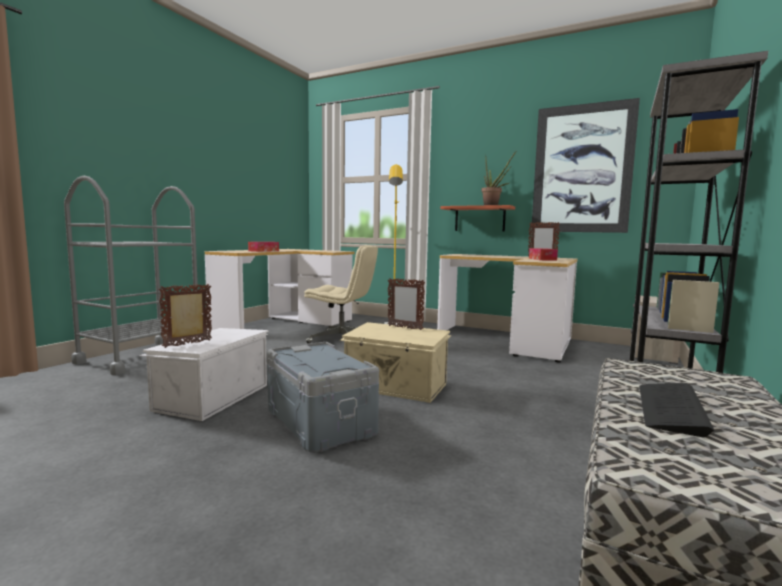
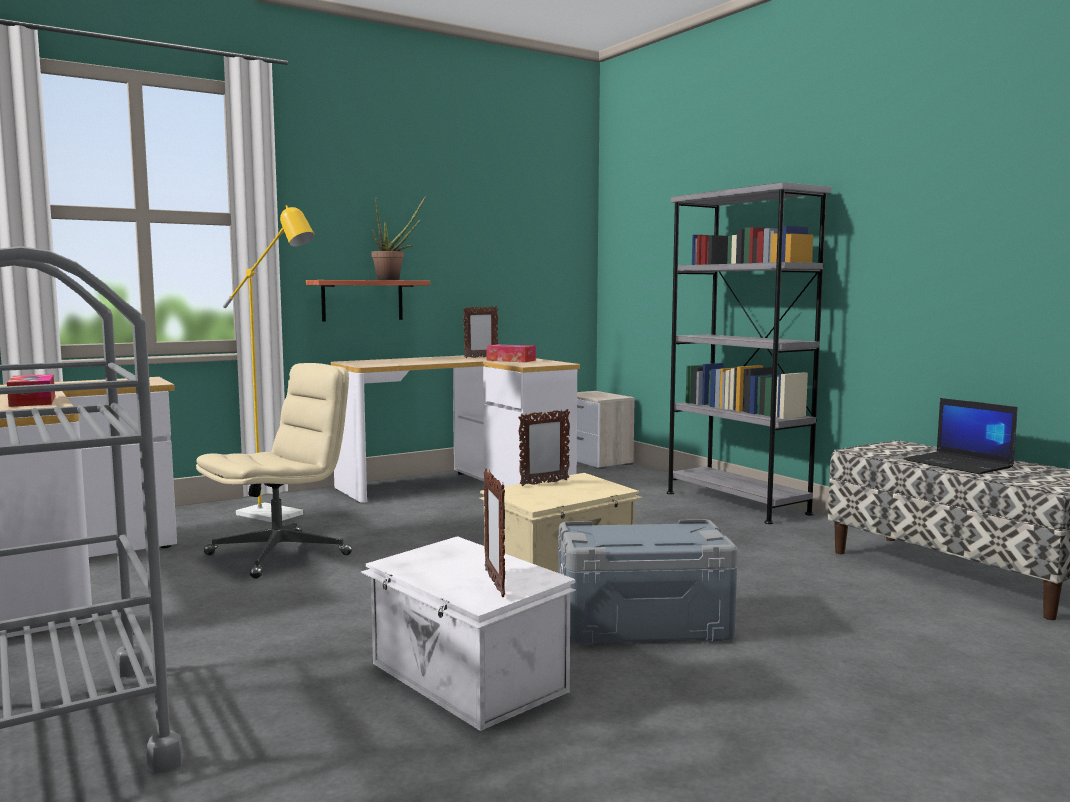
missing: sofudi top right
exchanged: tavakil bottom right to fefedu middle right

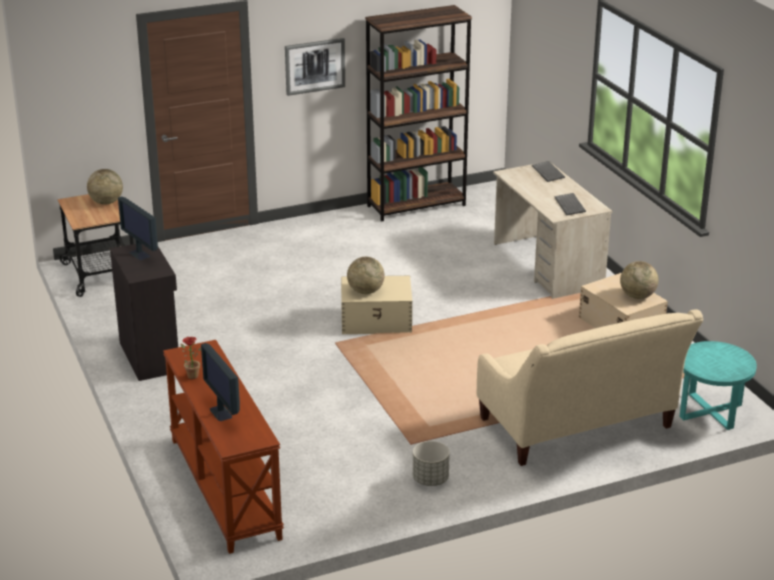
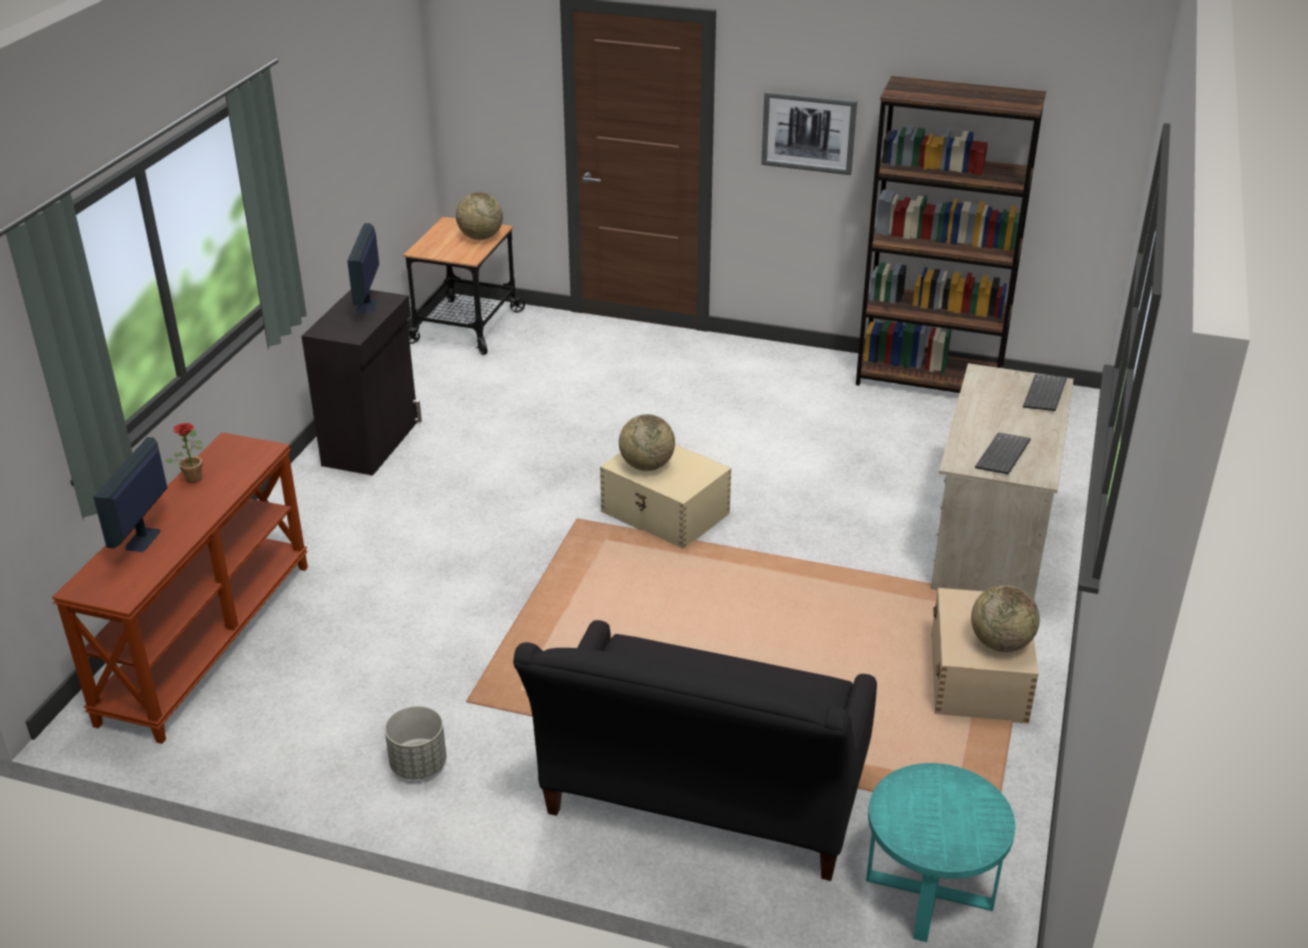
colour: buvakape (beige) bottom right to buvakape (black) bottom centre

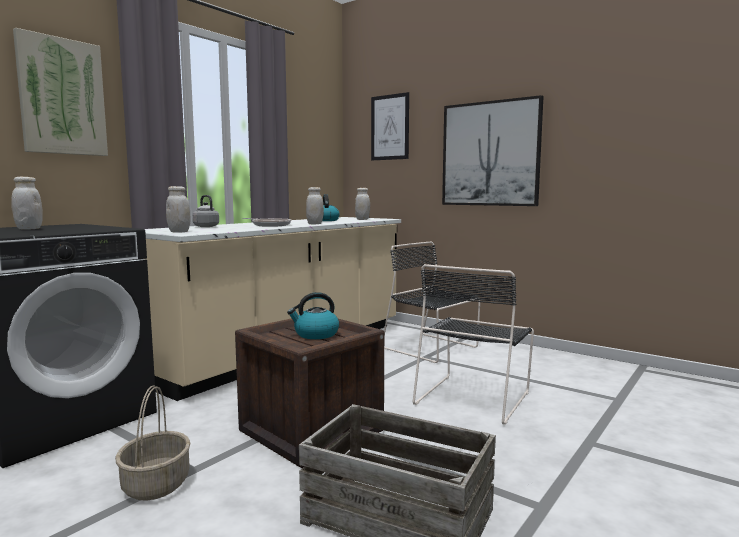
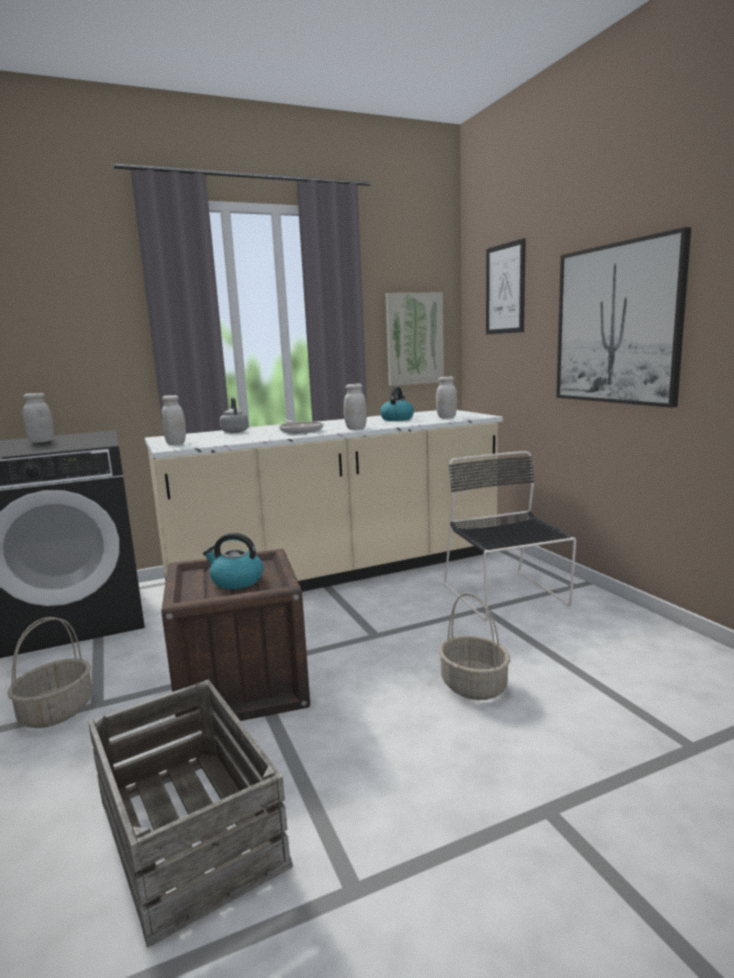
relocated: sofudi (no. 1 from left) top left to centre
exchanged: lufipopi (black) (no. 2 from left) centre to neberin (no. 2 from left) centre

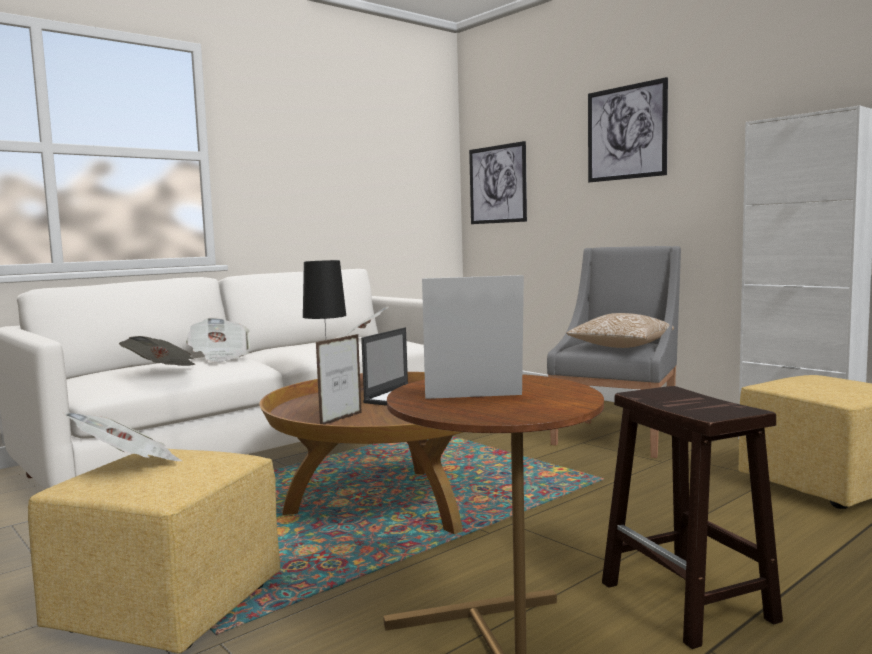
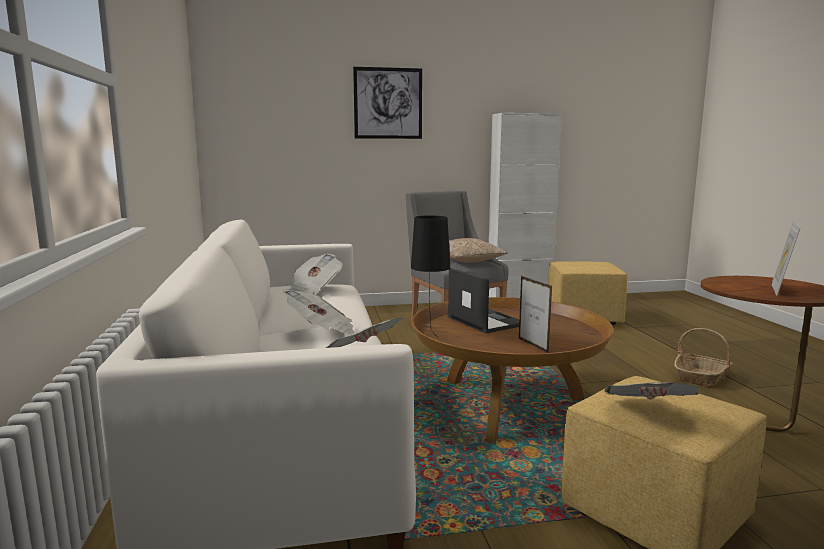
missing: sofudi (no. 1 from left) top centre
exchanged: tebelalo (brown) bottom right to neberin middle right

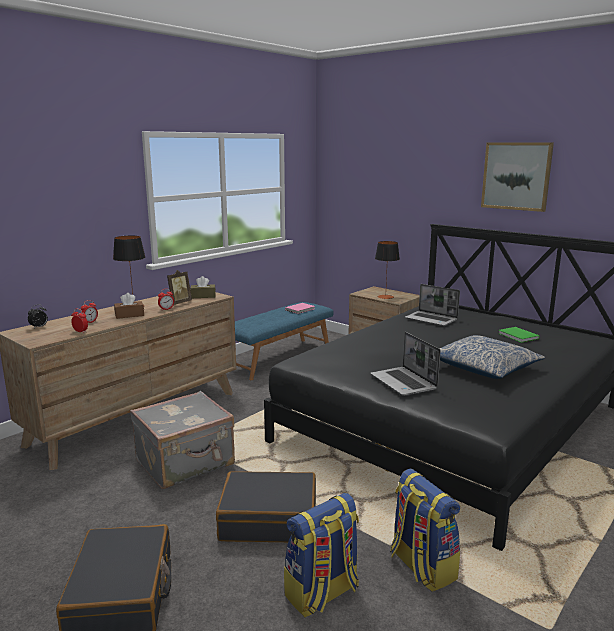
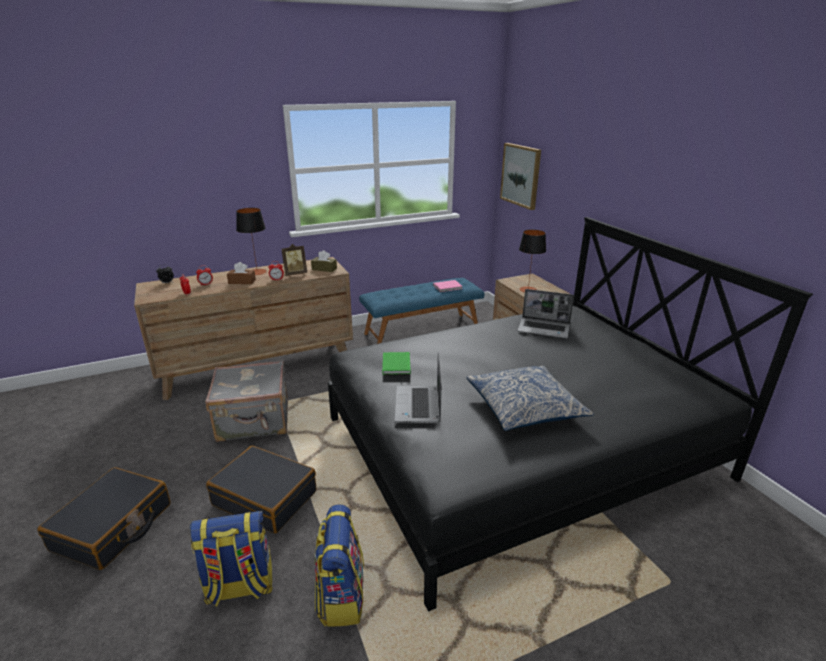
relocated: sofudi top right to top centre; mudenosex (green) middle right to centre
spun: fefedu (no. 2 from left) middle right = centre 45 degrees counterclockwise

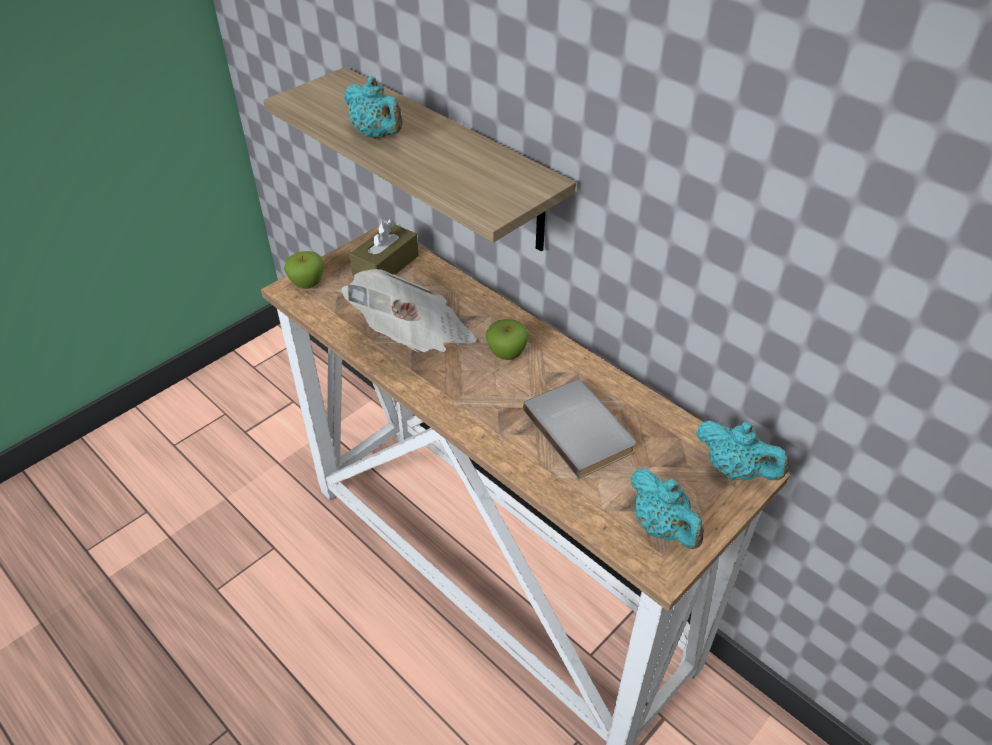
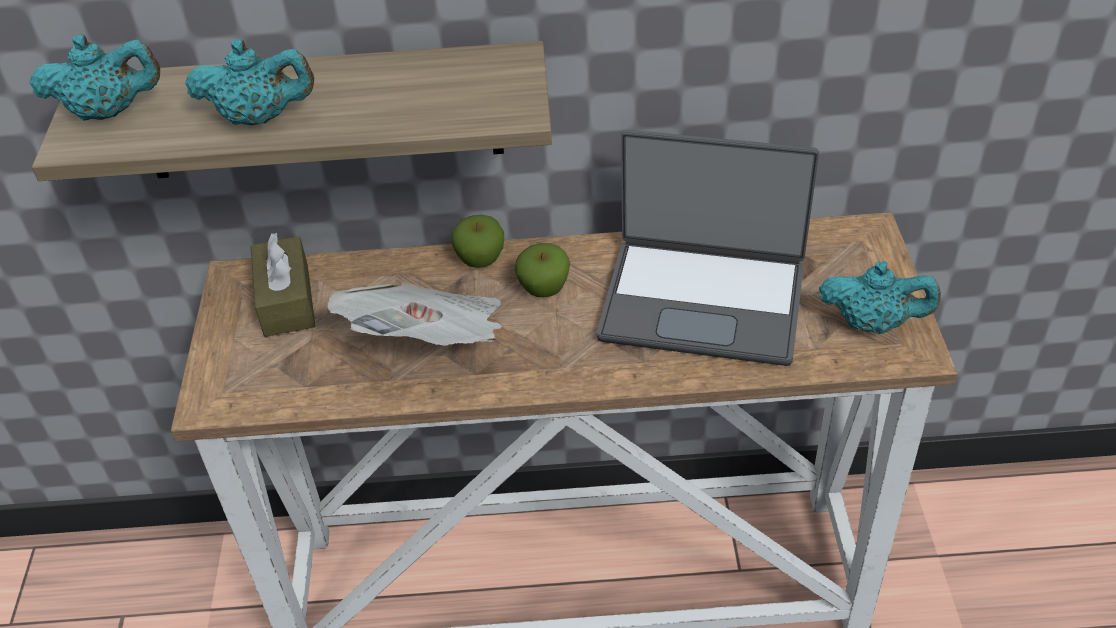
relocated: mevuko (no. 1 from left) middle left to centre; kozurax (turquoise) (no. 3 from left in the first image) middle right to kozurax (turquoise) (no. 1 from left) top left
exchanged: mudenosex (grey) centre to fefedu centre

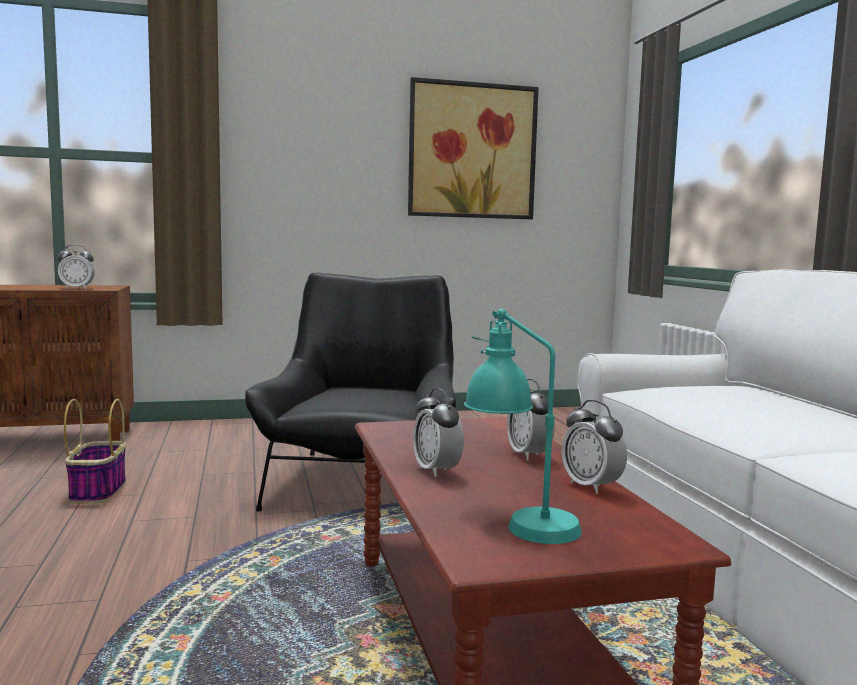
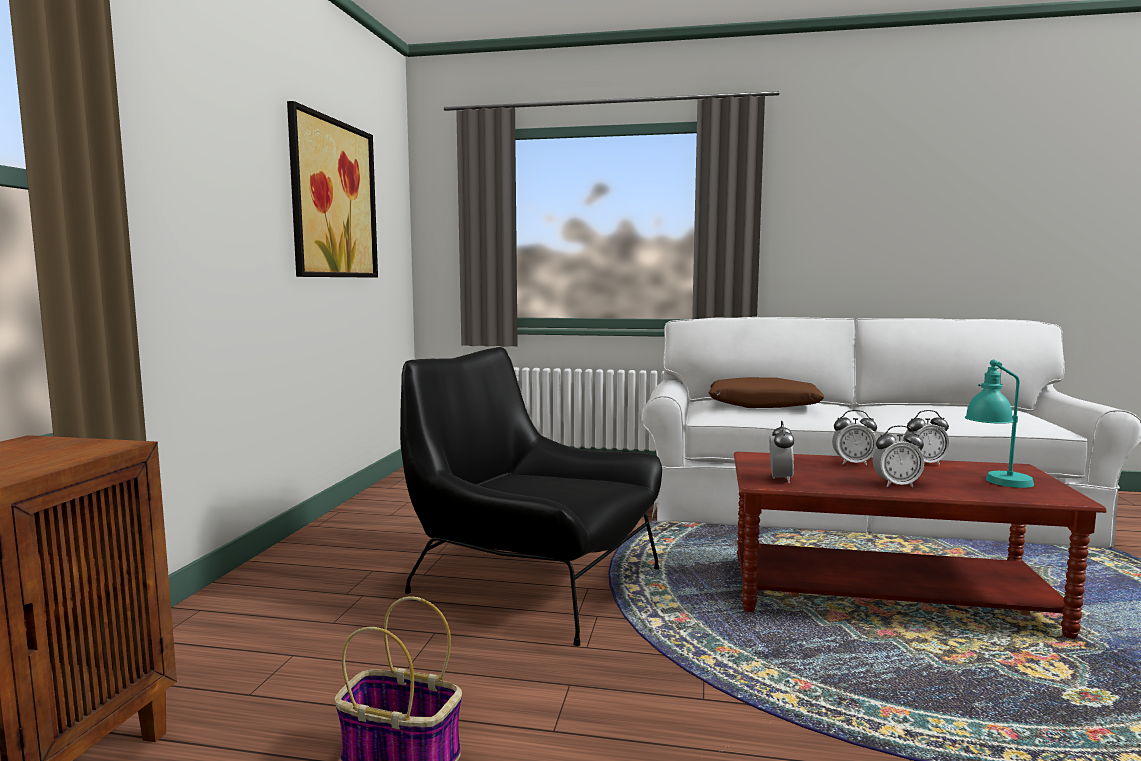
appeared: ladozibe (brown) middle right
relocated: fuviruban (no. 1 from left) middle left to middle right

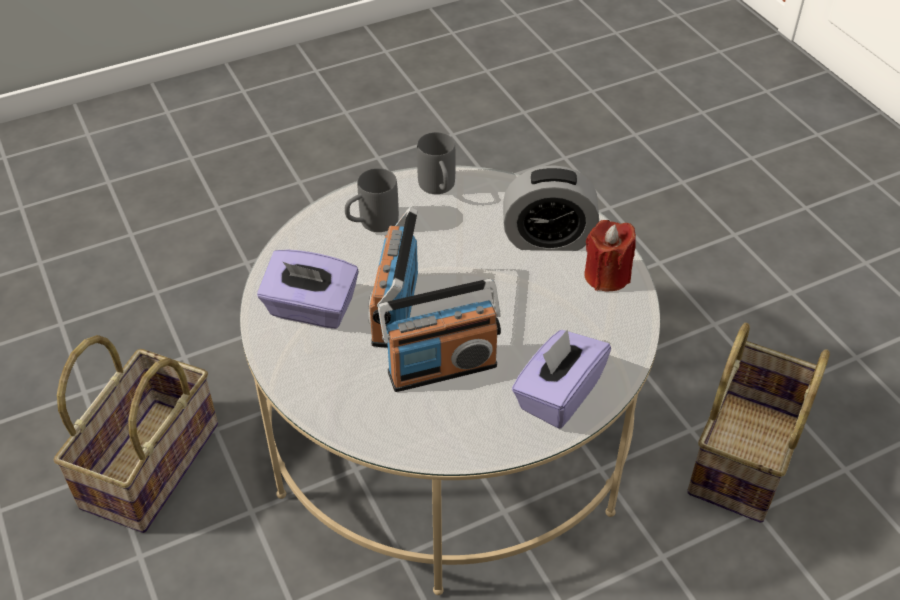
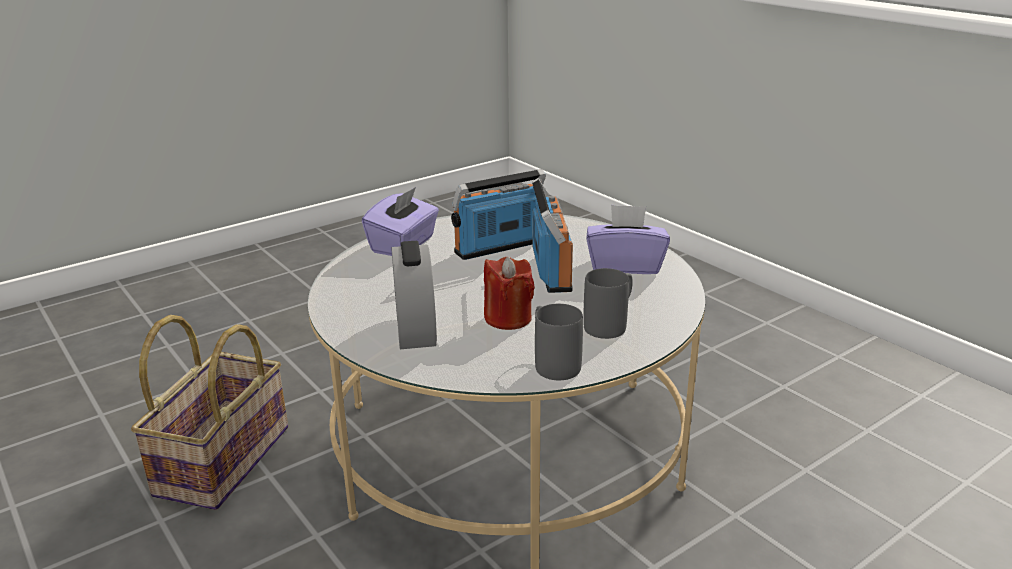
missing: neberin (no. 1 from left) bottom left
relocated: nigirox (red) middle right to centre
spun: fuviruban centre = centre 90 degrees counterclockwise

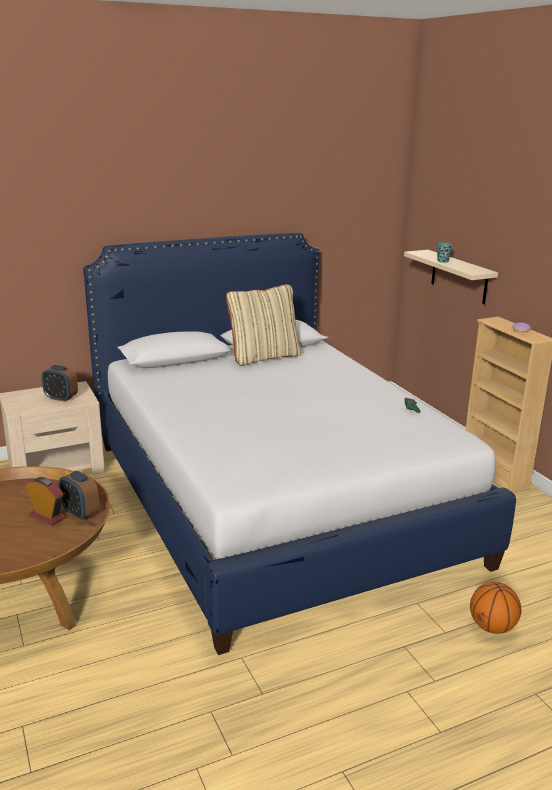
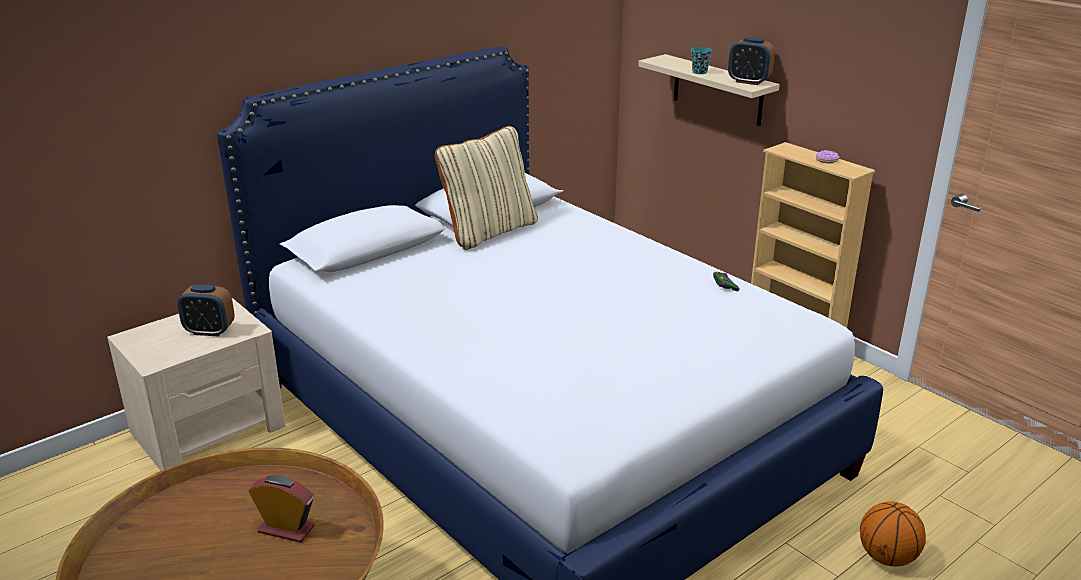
relocated: fuviruban (no. 3 from left) middle left to top right

